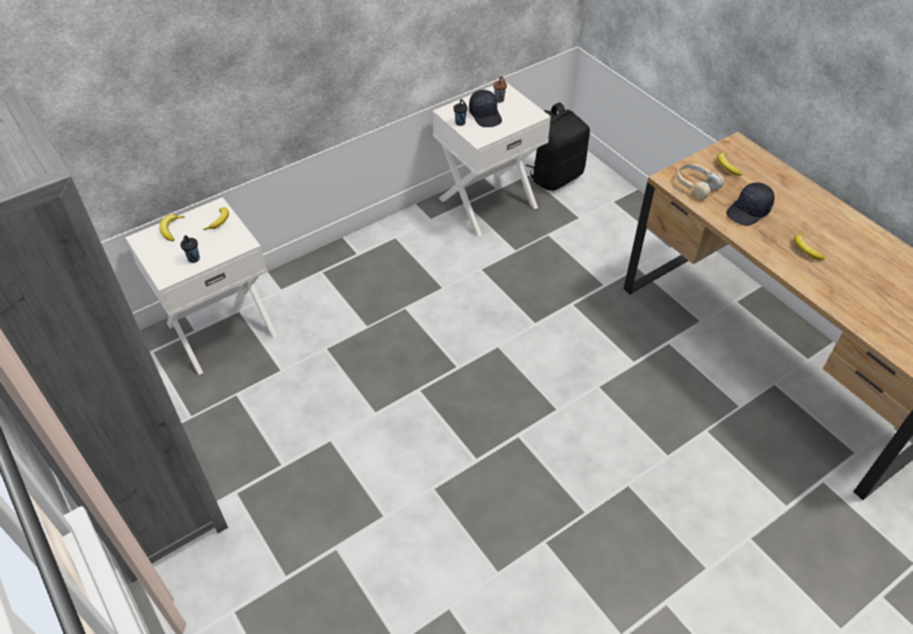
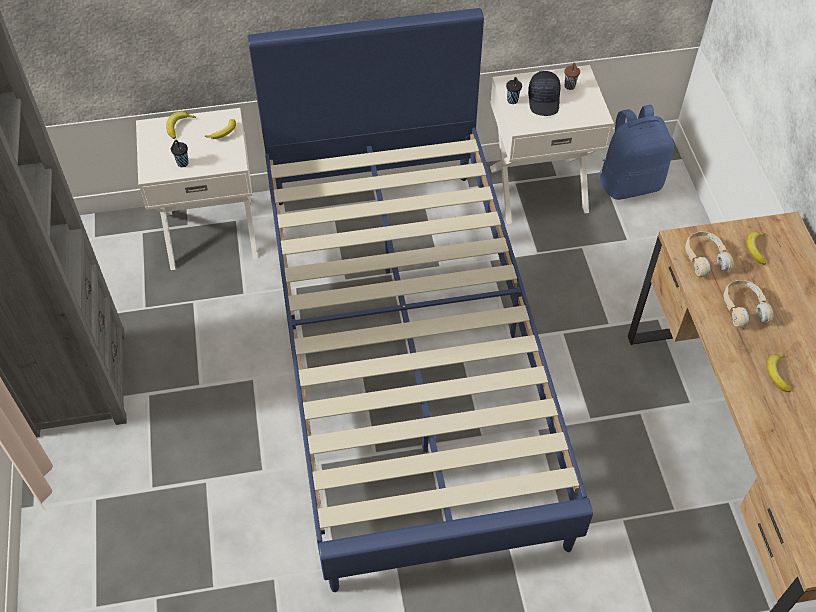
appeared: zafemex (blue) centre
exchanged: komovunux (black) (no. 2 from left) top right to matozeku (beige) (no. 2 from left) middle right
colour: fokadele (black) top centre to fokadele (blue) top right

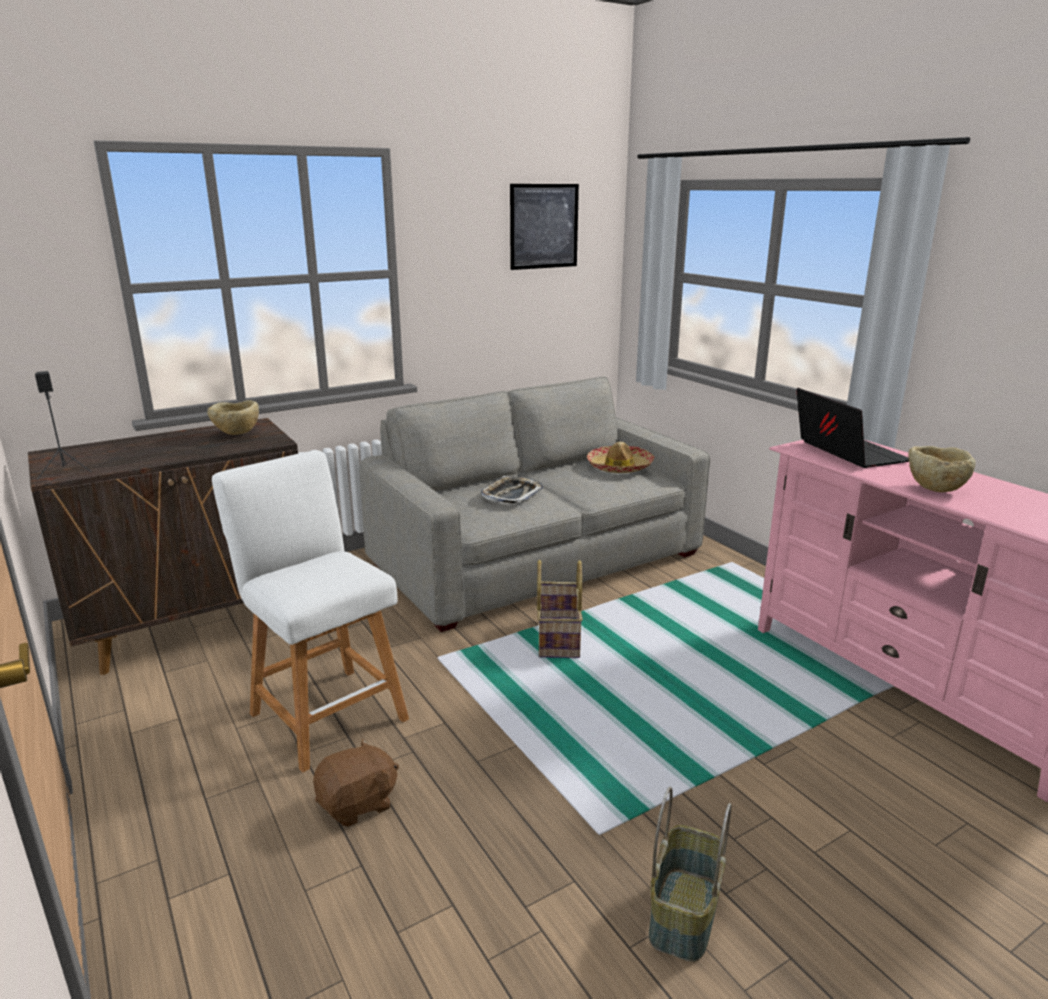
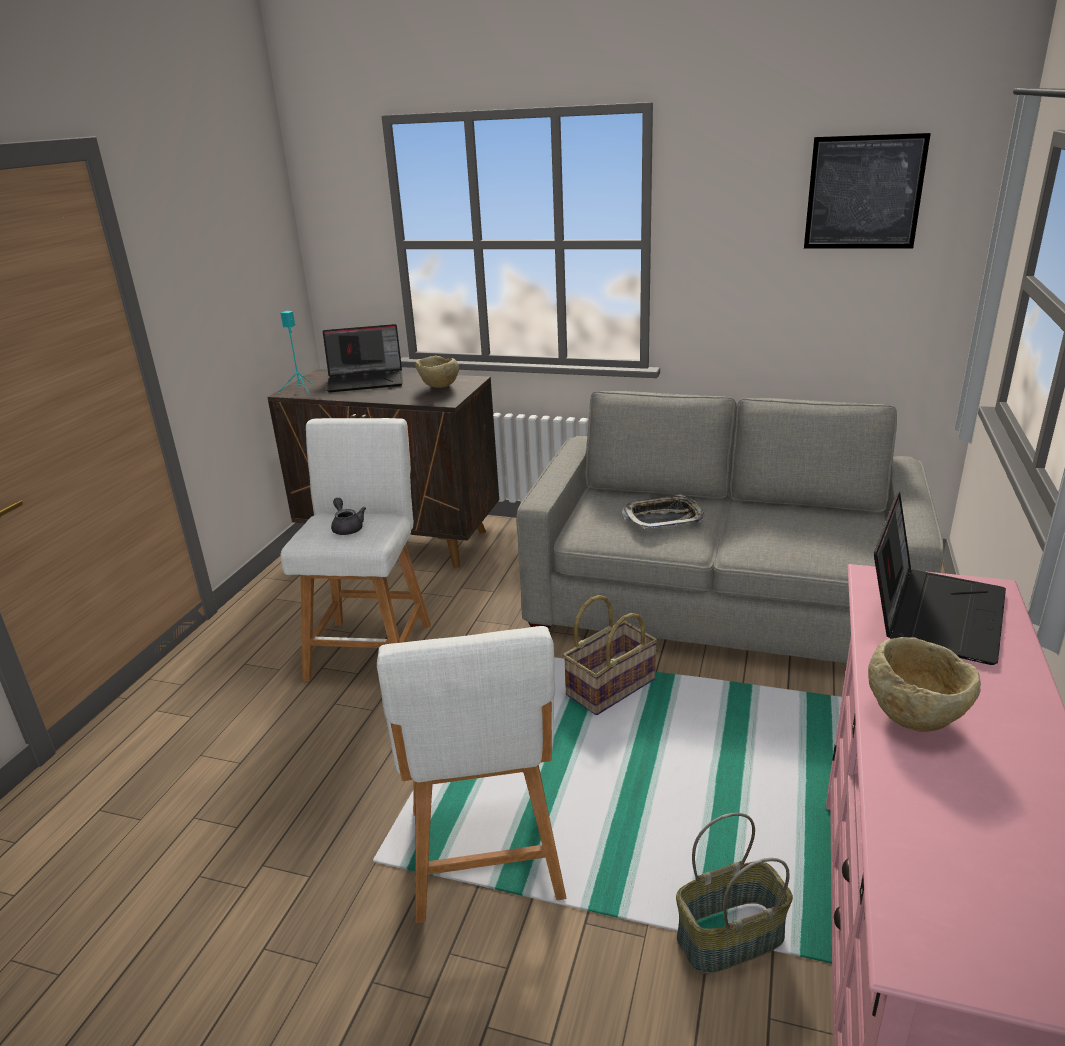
missing: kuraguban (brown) bottom centre; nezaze centre
appeared: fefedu (no. 1 from left) centre; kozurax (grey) middle left; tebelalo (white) (no. 2 from left) bottom centre
relocated: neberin (no. 2 from left) bottom centre to bottom right
colour: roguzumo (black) middle left to roguzumo (turquoise) middle left

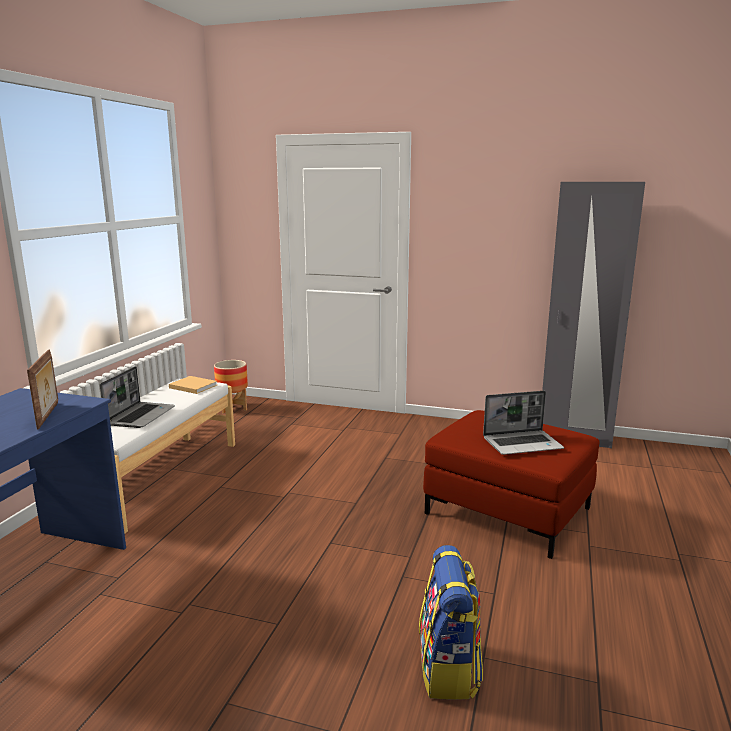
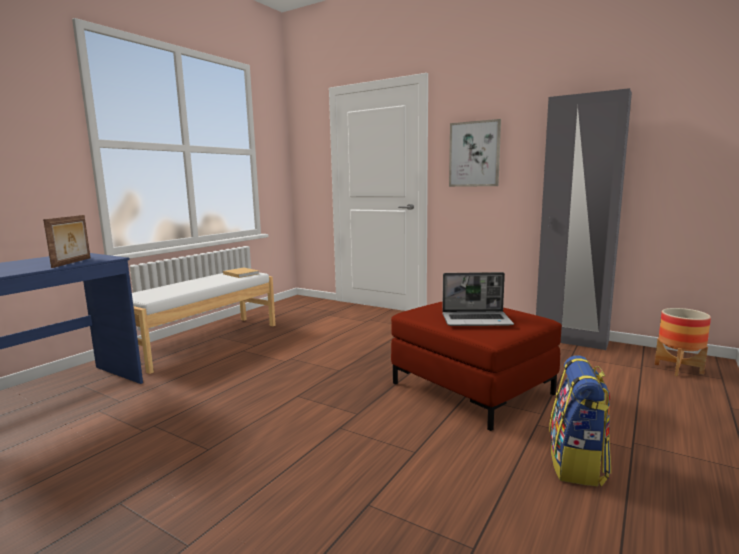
missing: fefedu (no. 1 from left) middle left
appeared: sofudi top centre
relocated: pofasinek middle left to middle right; fokadele bottom centre to bottom right

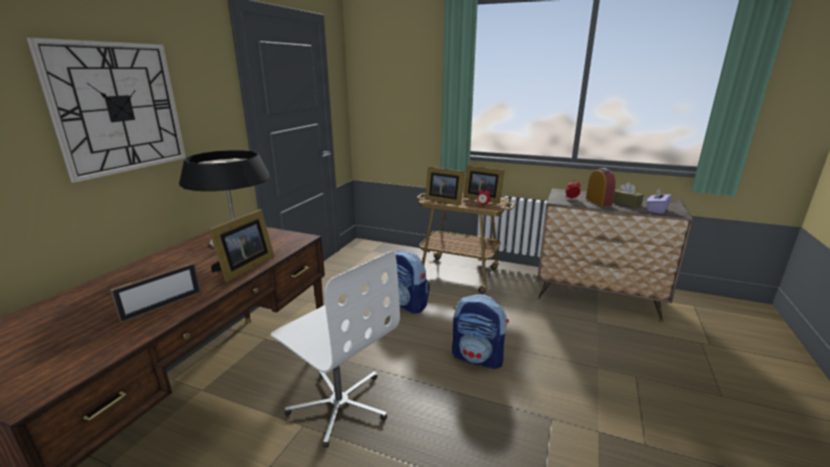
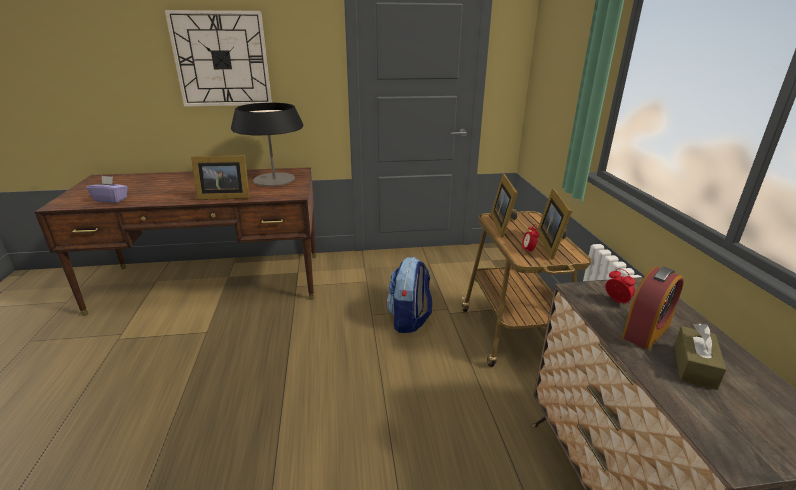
missing: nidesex (no. 1 from left) middle left; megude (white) bottom centre; fokadele (no. 2 from left) bottom centre
relocated: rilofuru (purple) middle right to middle left

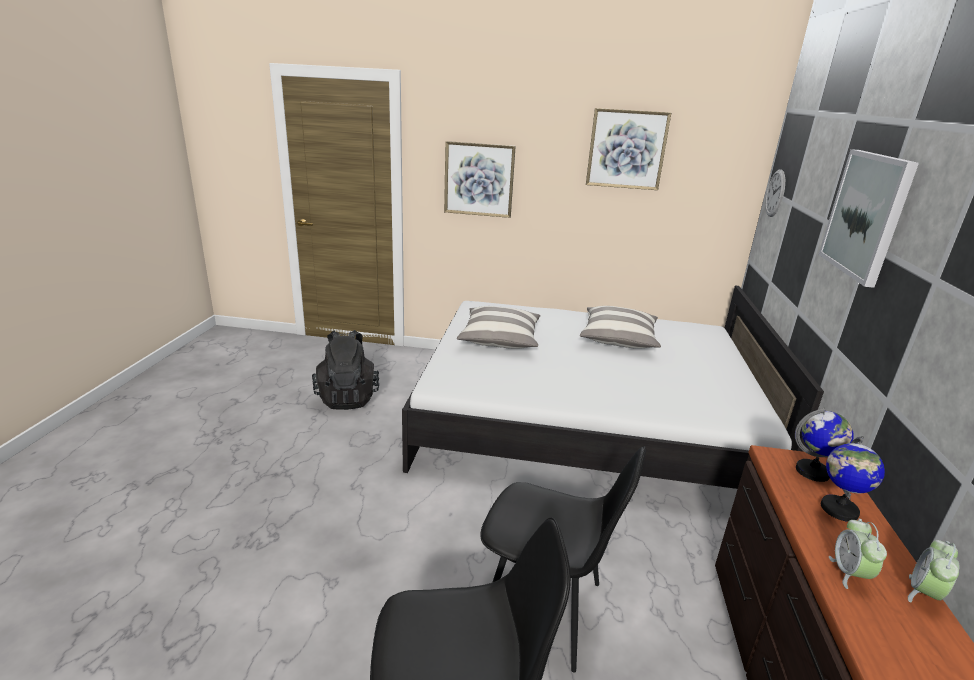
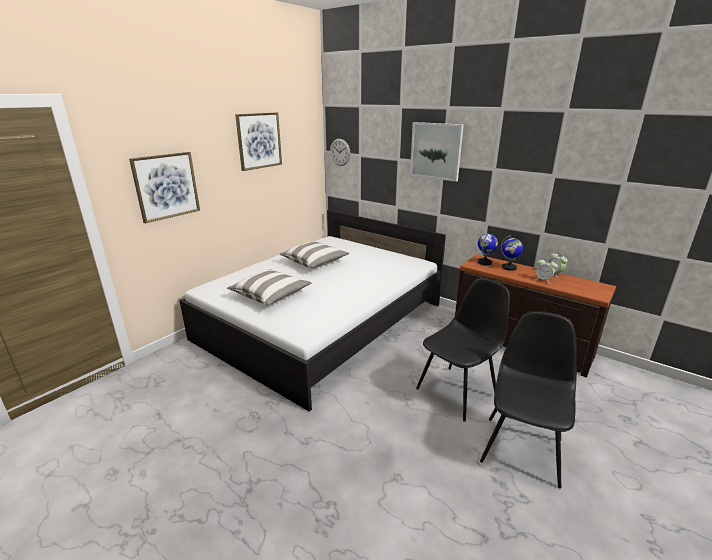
missing: fokadele (black) centre

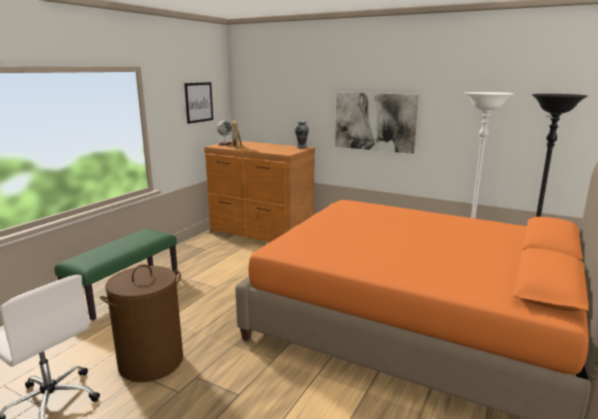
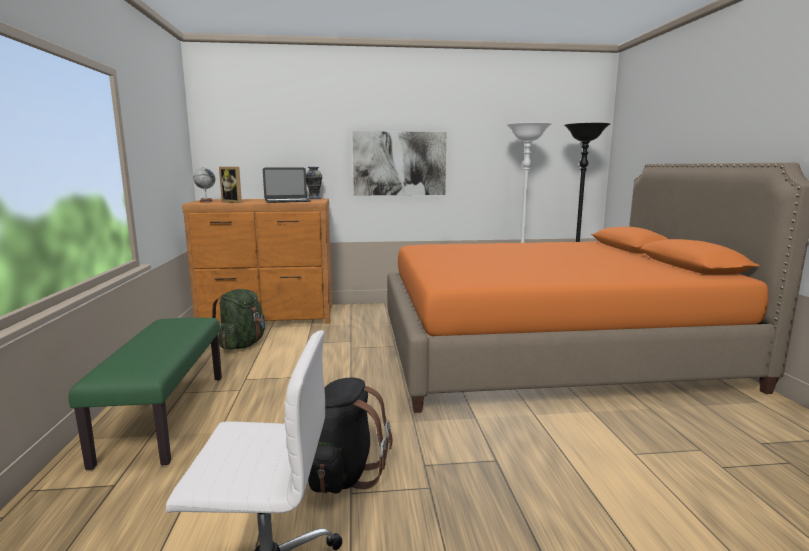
missing: sofudi (no. 1 from left) top left
appeared: fokadele (green) middle left; fefedu centre
exchanged: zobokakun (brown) bottom left to fokadele (black) bottom centre

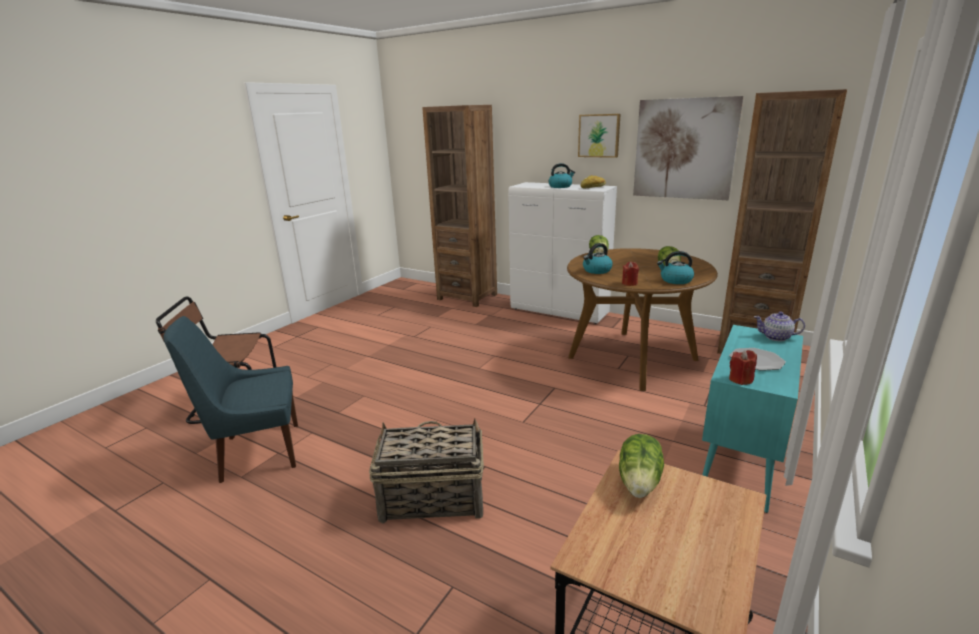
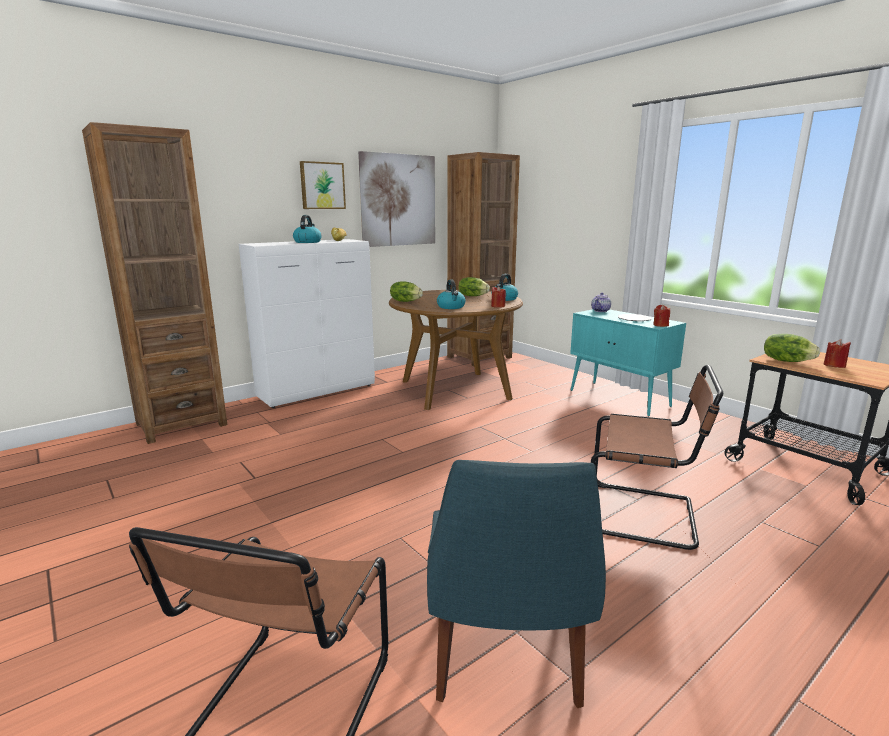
appeared: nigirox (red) (no. 3 from left) middle right
exchanged: neberin bottom centre to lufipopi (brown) (no. 2 from left) middle right

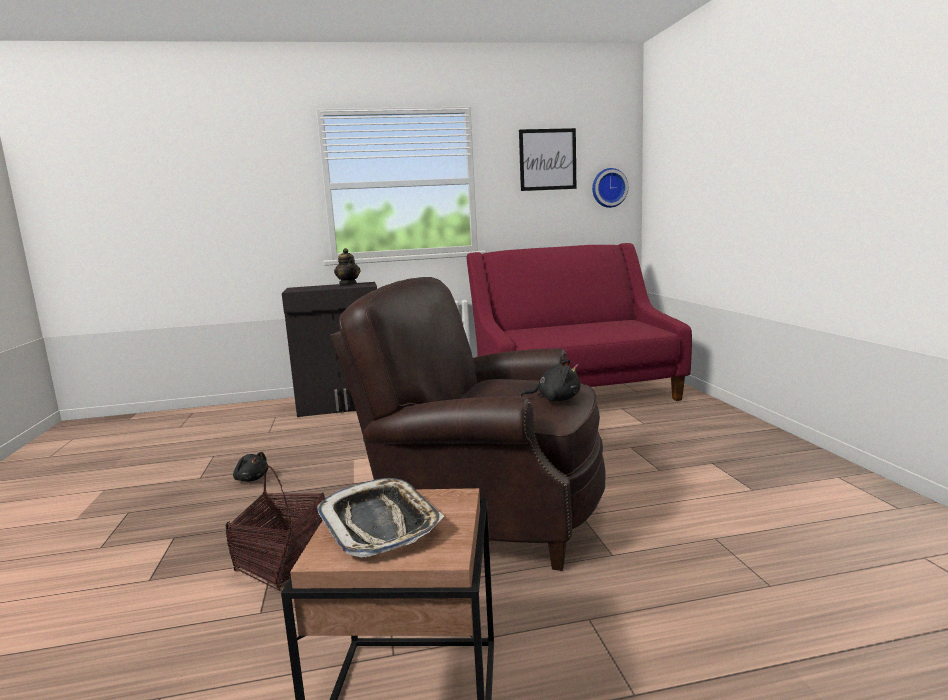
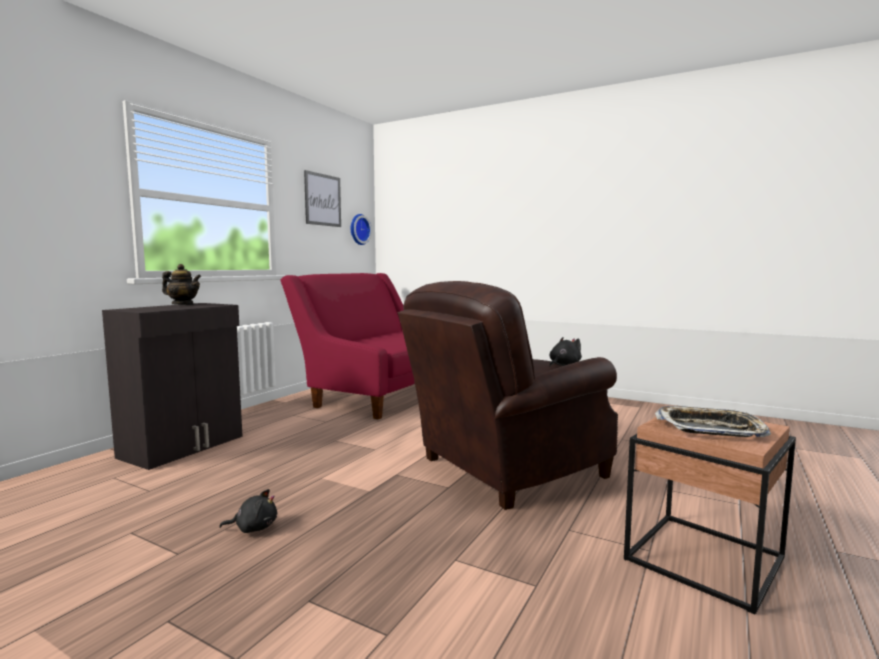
missing: neberin bottom left

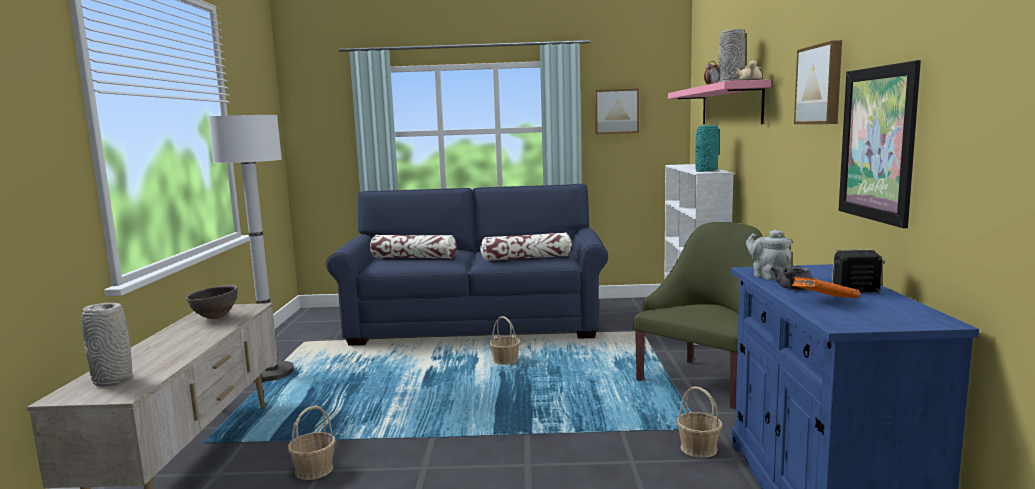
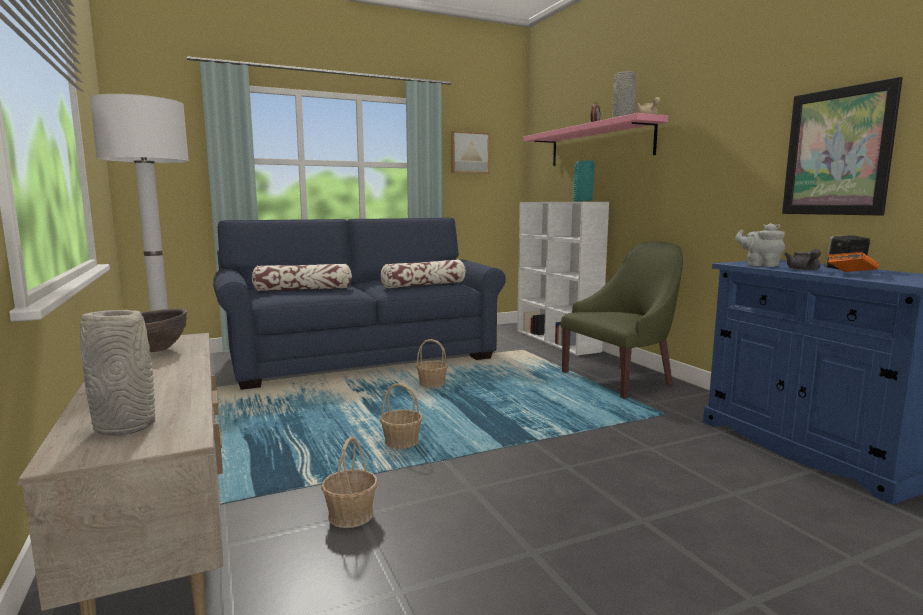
missing: sofudi (no. 2 from left) top right
relocated: neberin (no. 3 from left in the first image) bottom right to neberin (no. 2 from left) bottom centre
spun: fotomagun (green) middle right = middle right 45 degrees clockwise

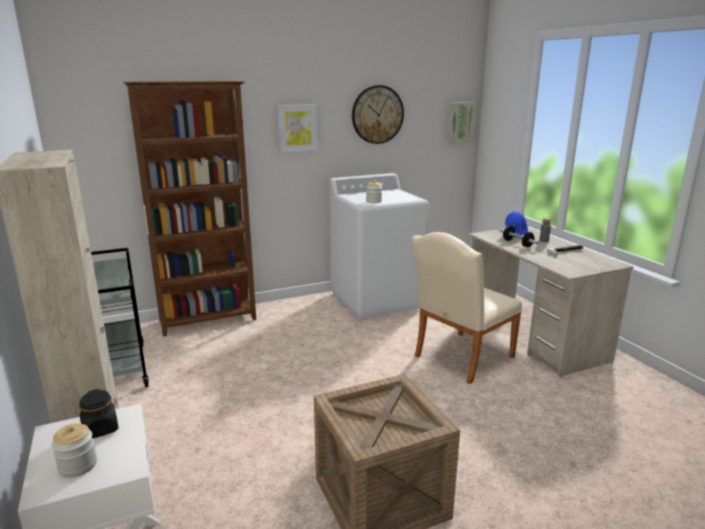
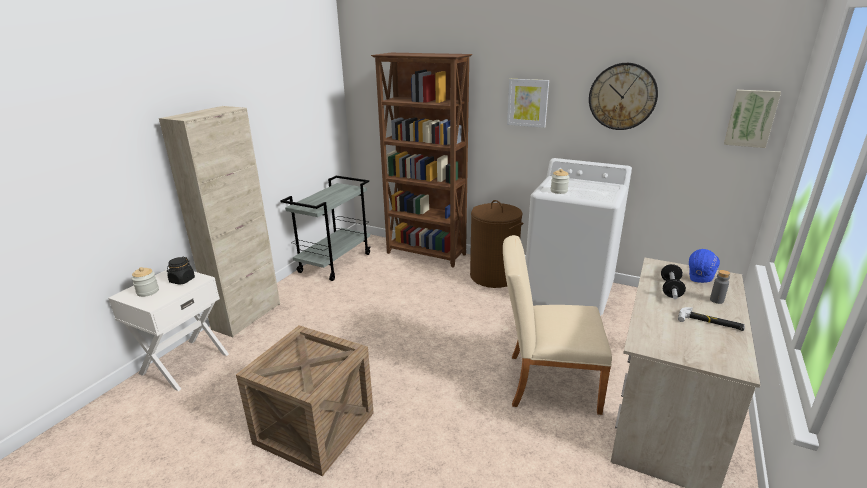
appeared: zobokakun (brown) centre

